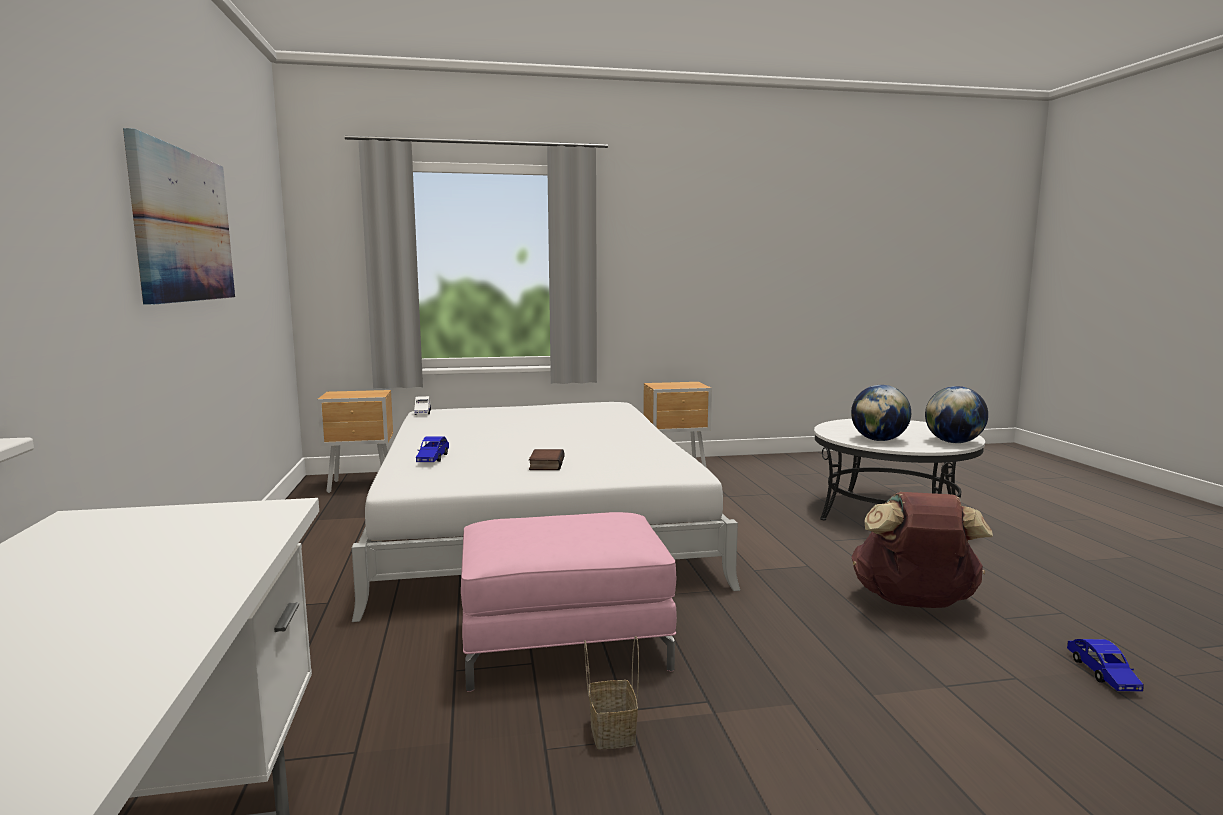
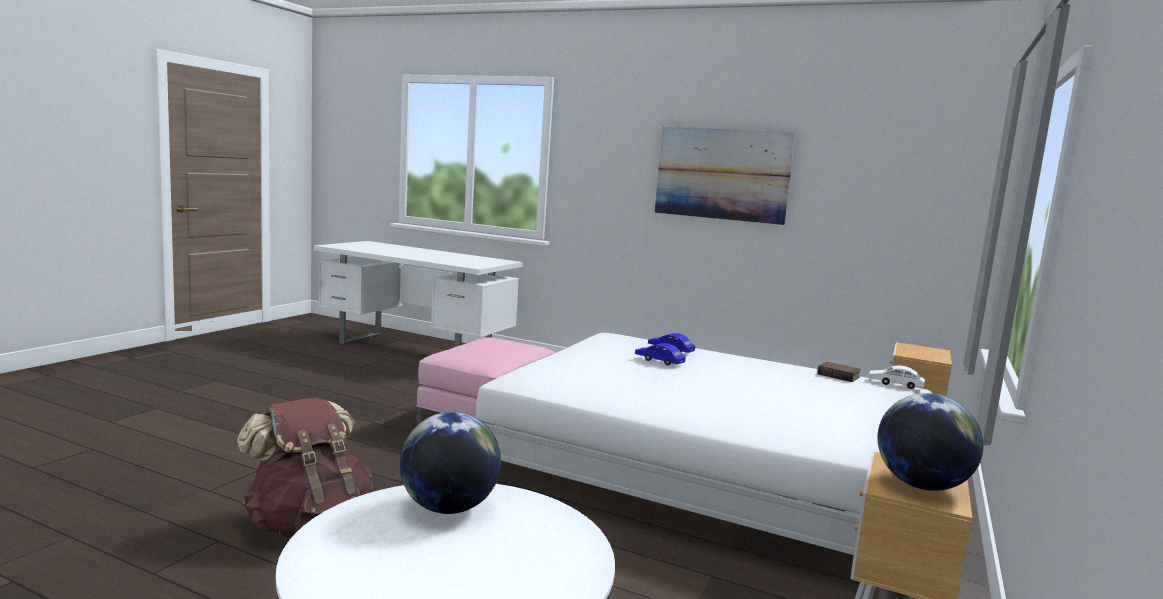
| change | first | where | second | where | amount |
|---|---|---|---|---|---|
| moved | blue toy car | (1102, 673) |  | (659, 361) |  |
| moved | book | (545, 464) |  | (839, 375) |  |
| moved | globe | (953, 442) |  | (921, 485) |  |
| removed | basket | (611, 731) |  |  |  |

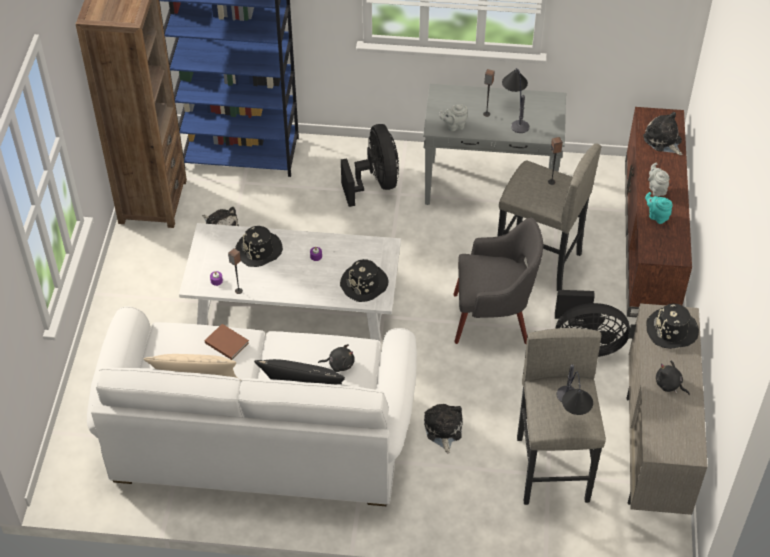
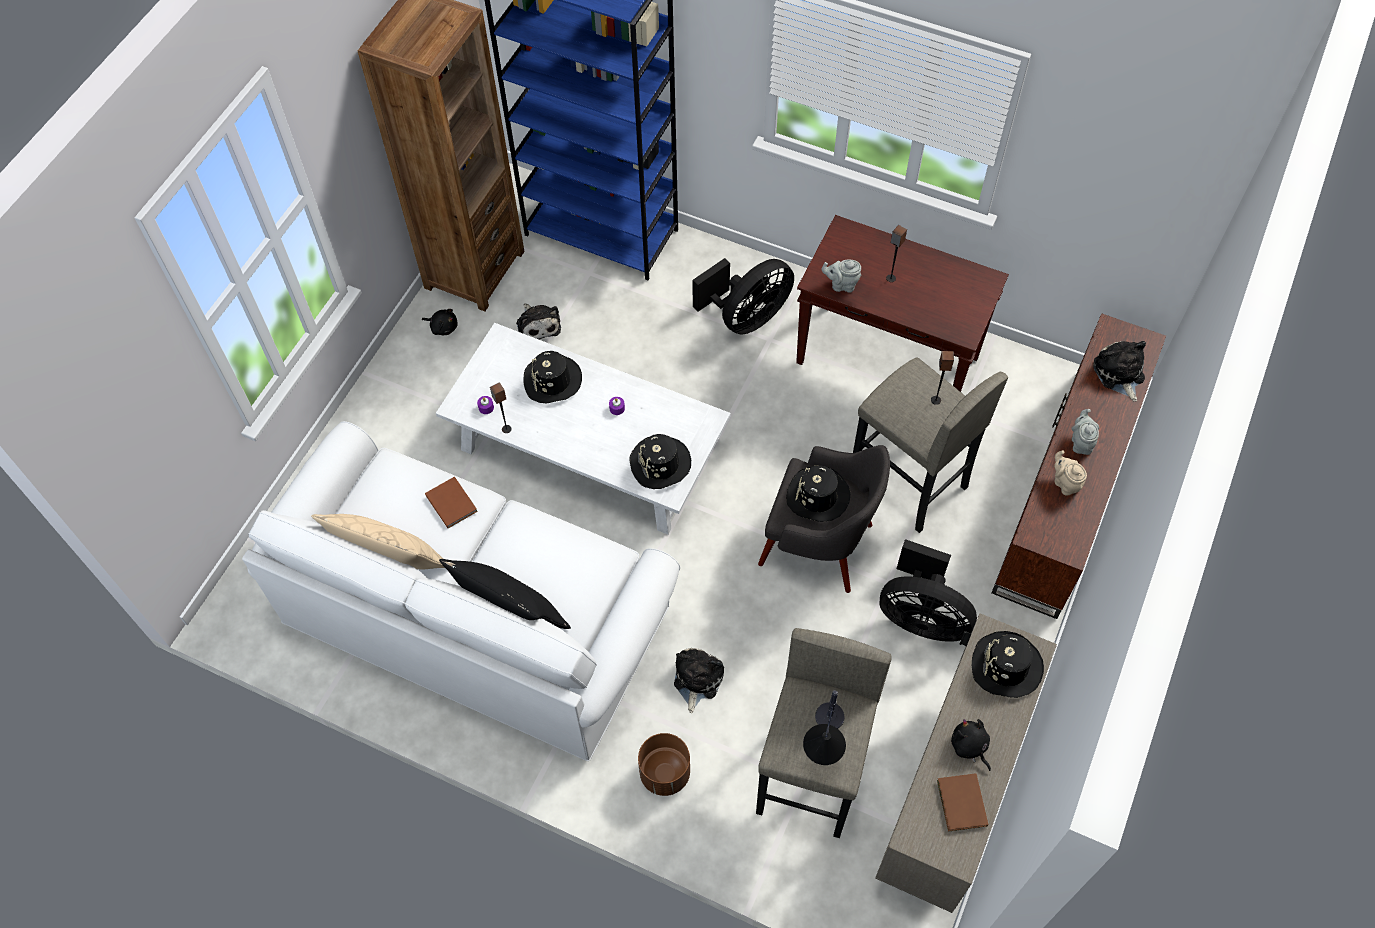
| change | first | where | second | where | amount |
|---|---|---|---|---|---|
| moved | black plush toy | (339, 364) |  | (443, 327) |  |
| added |  |  | brown planter | (664, 773) |  |
| turned | black fan | (375, 183) |  | (747, 317) | 45 degrees clockwise |
| added |  |  | black hat | (817, 496) |  |
| recoloured | grey console table | (490, 186) | brown console table | (889, 360) |  |
| added |  |  | brown book | (961, 804) |  |
| recoloured | turquoise teapot | (657, 216) | beige teapot | (1065, 483) |  |
| removed | table lamp | (515, 114) |  |  |  |

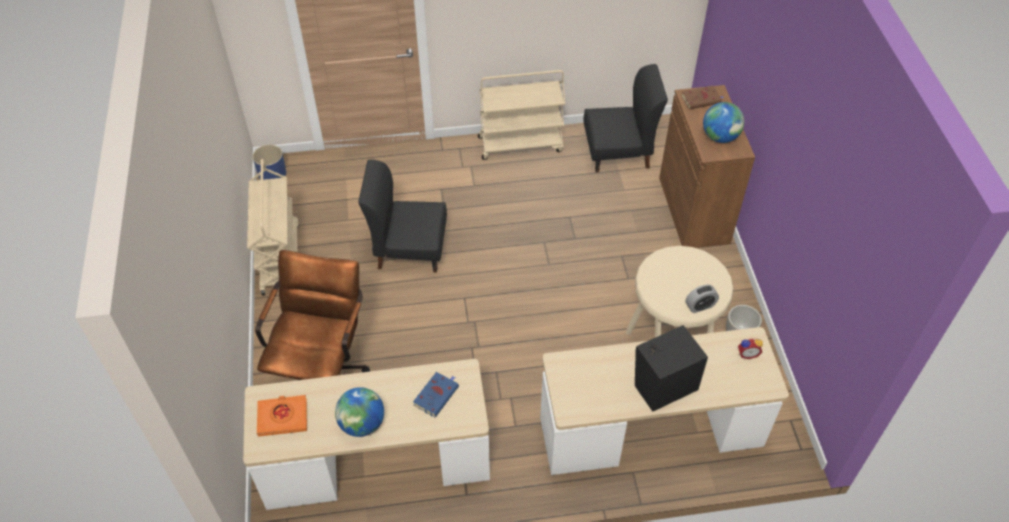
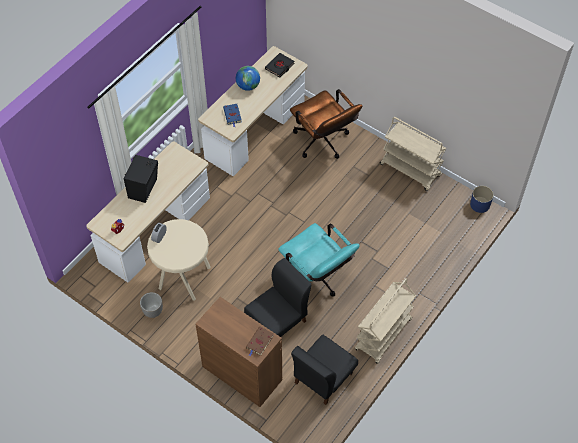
| change | first | where | second | where | amount |
|---|---|---|---|---|---|
| moved | black chair | (409, 249) |  | (278, 321) |  |
| recoloured | orange book | (283, 417) | black book | (279, 66) |  |
| added |  |  | turquoise office chair | (316, 279) |  |
| removed | globe | (720, 137) |  |  |  |

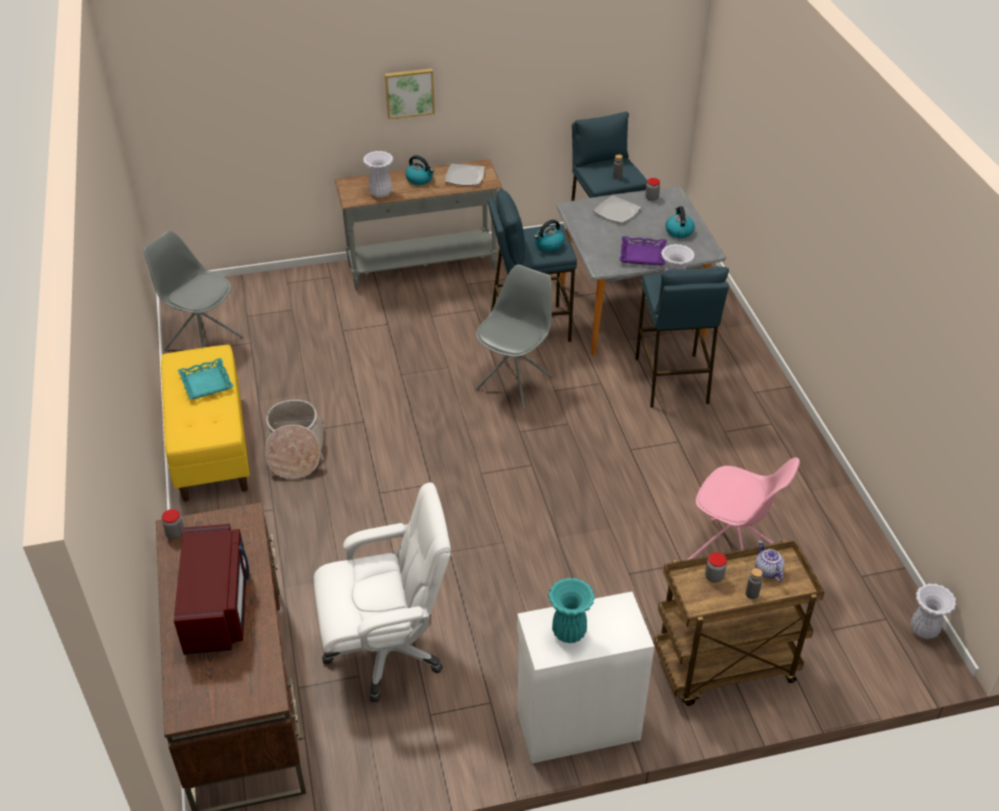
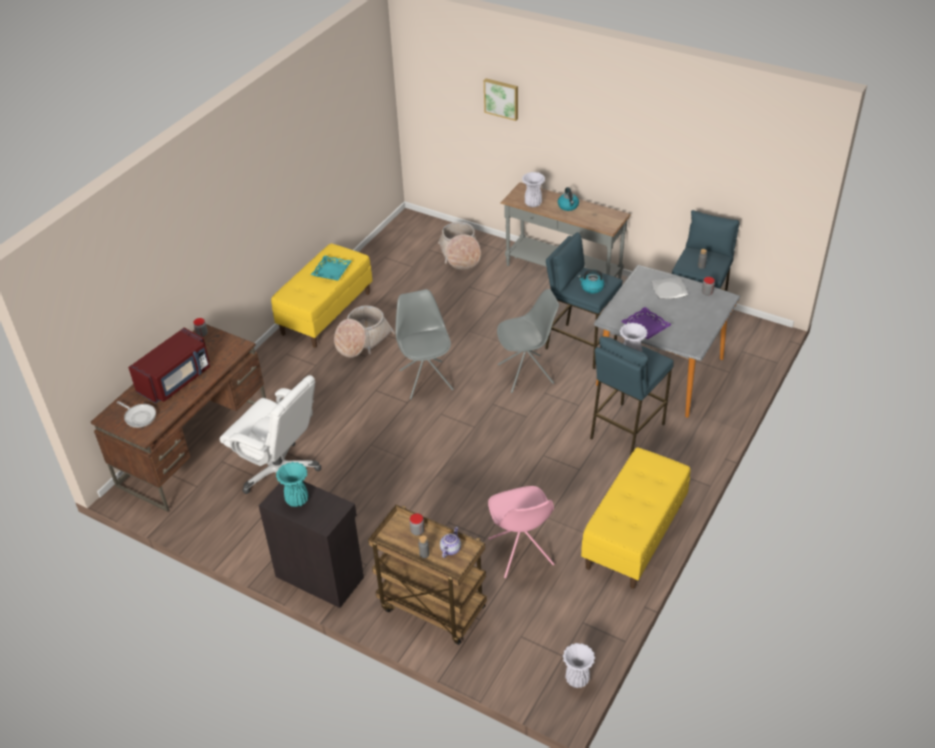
| change | first | where | second | where | amount |
|---|---|---|---|---|---|
| added |  |  | frying pan | (139, 416) |  |
| recoloured | white cabinet | (576, 724) | black cabinet | (320, 575) |  |
| moved | grey chair | (203, 342) |  | (426, 379) |  |
| added |  |  | basket | (460, 254) |  |
| moved | picture | (409, 92) |  | (501, 98) |  |
| added |  |  | yellow bench | (634, 536) |  |
| removed | plate | (464, 177) |  |  |  |
| removed | kettle | (679, 231) |  |  |  |

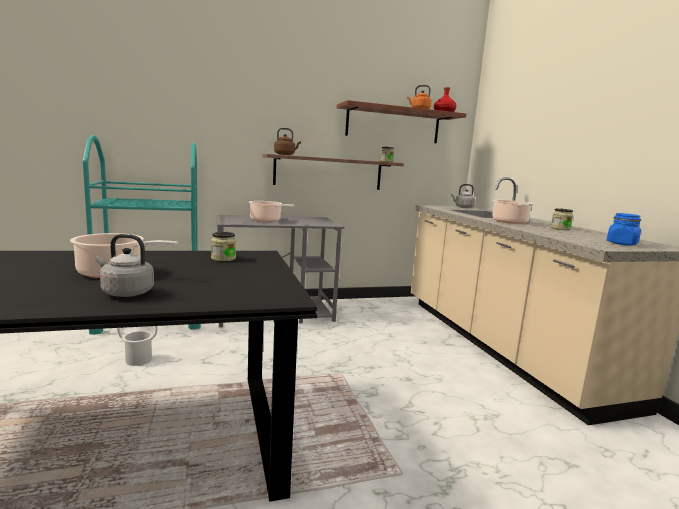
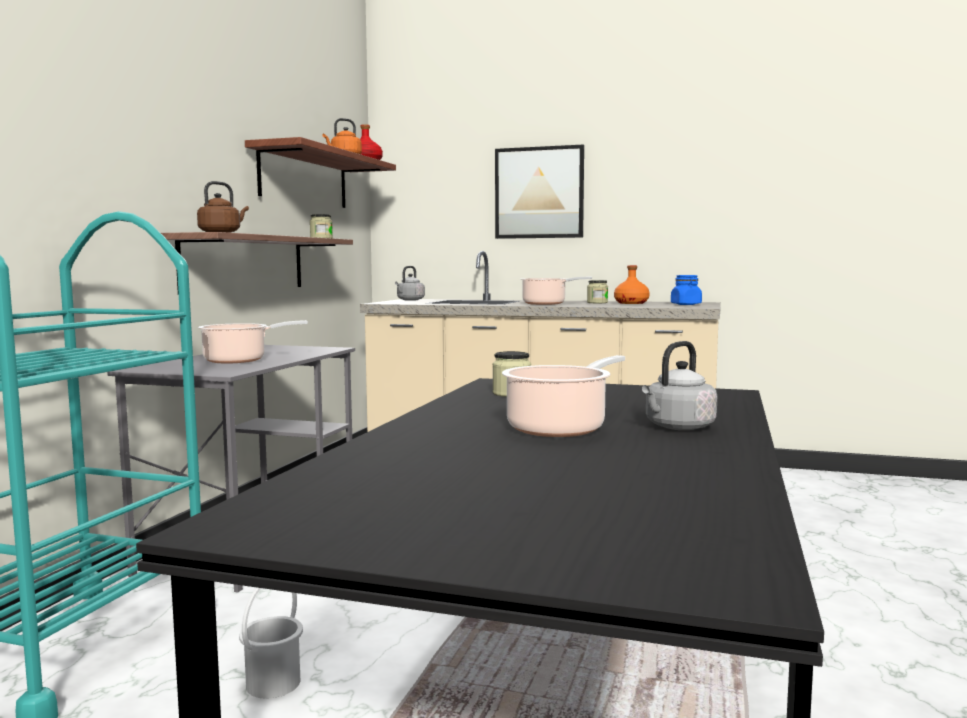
| change | first | where | second | where | amount |
|---|---|---|---|---|---|
| added |  |  | picture | (539, 193) |  |
| added |  |  | orange bottle | (631, 303) |  |

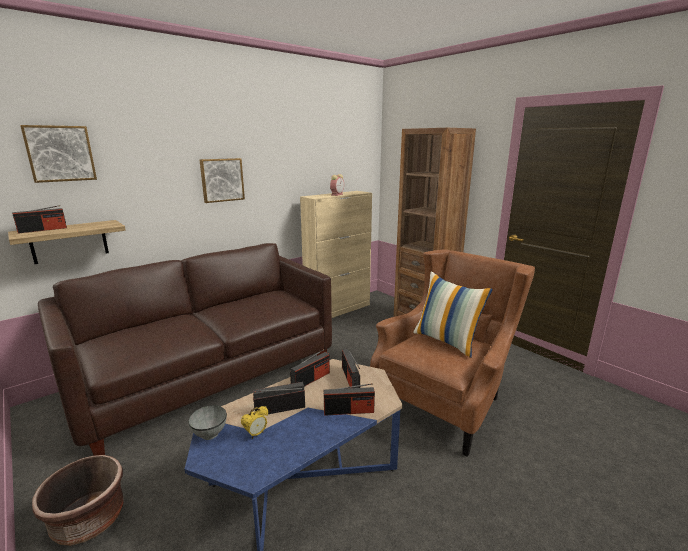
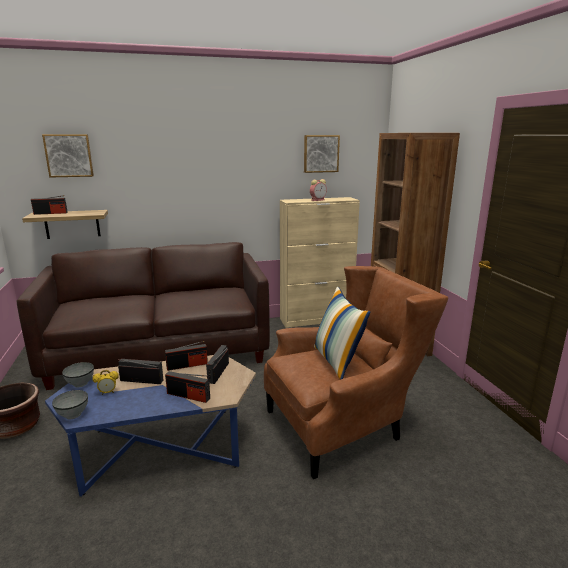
| change | first | where | second | where | amount |
|---|---|---|---|---|---|
| added |  |  | grey bowl | (73, 414) |  |
| moved | picture | (222, 180) |  | (320, 153) |  |

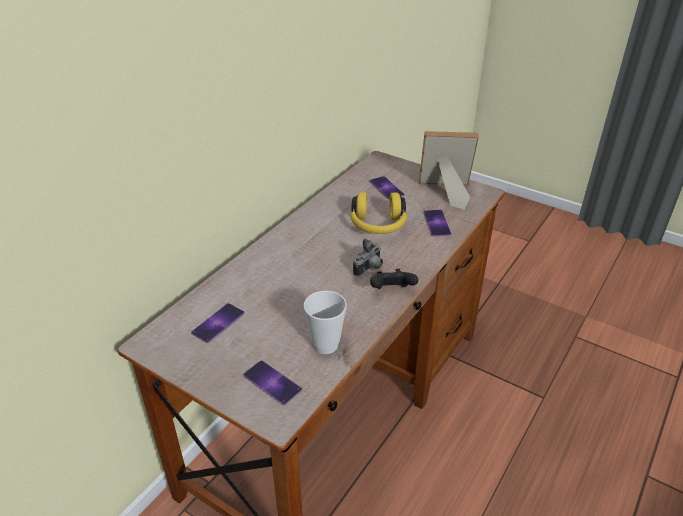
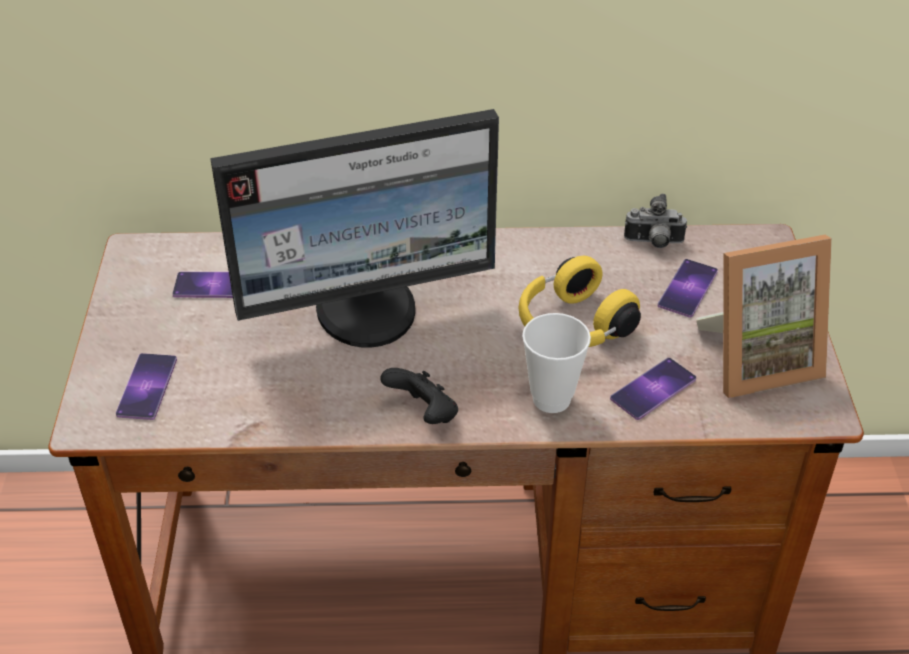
| change | first | where | second | where | amount |
|---|---|---|---|---|---|
| added |  |  | monitor | (368, 311) |  |
| moved | cup | (326, 345) |  | (551, 399) |  |
| moved | photo camera | (369, 269) |  | (653, 243) |  |
| turned | picture frame | (444, 193) |  | (756, 360) | 105 degrees clockwise |

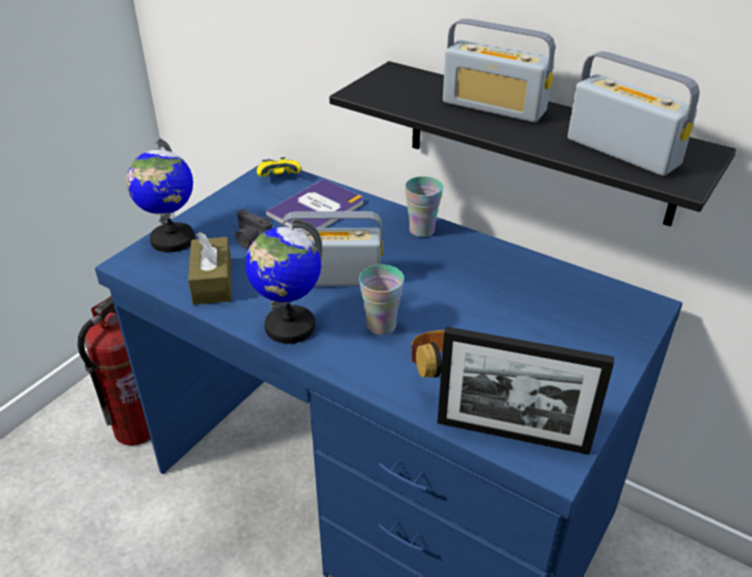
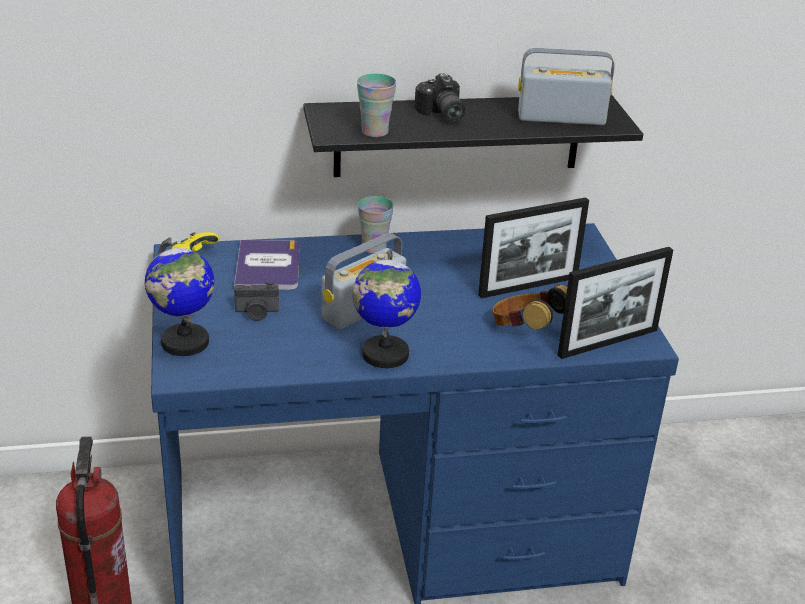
| change | first | where | second | where | amount |
|---|---|---|---|---|---|
| moved | cup | (381, 325) |  | (375, 132) |  |
| replaced | radio | (494, 107) | photo camera | (441, 114) |  |
| added |  |  | picture frame | (528, 286) |  |
| removed | brown tissue box | (212, 282) |  |  |  |

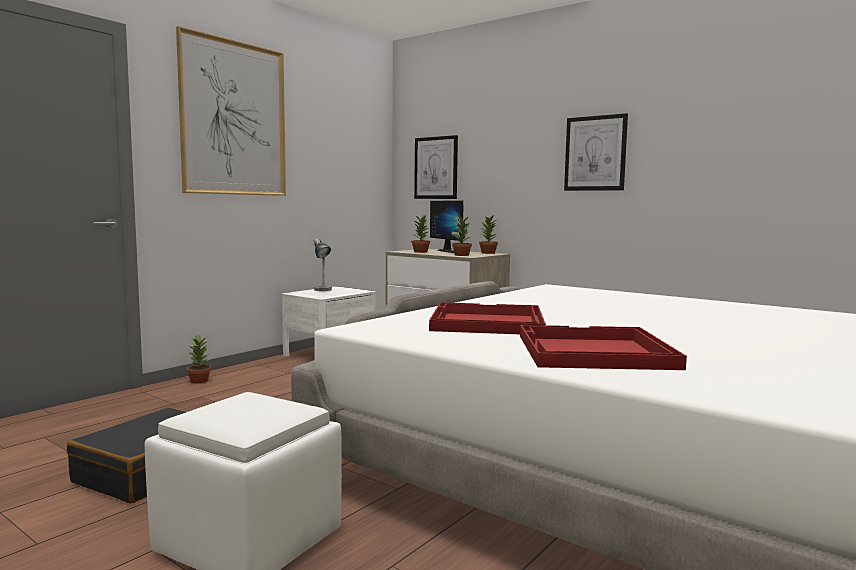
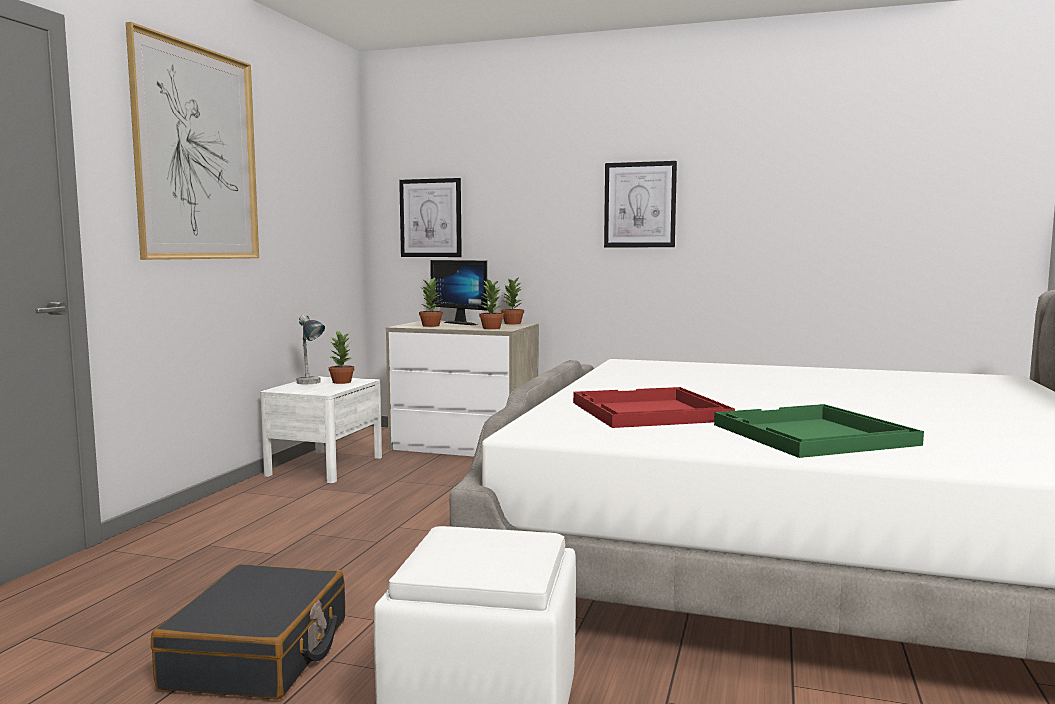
| change | first | where | second | where | amount |
|---|---|---|---|---|---|
| moved | potted plant | (199, 381) |  | (342, 382) |  |
| recoloured | red tray | (592, 351) | green tray | (812, 435) |  |

